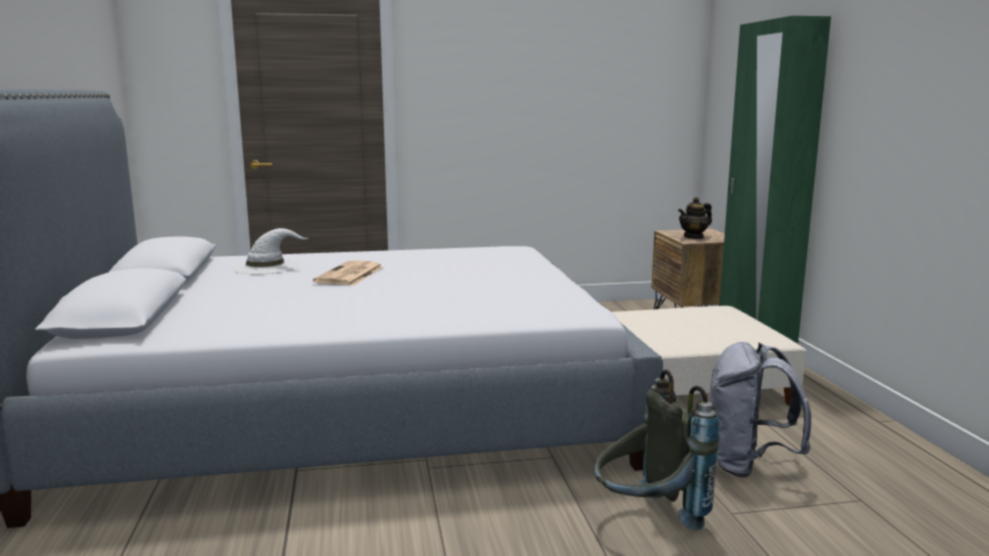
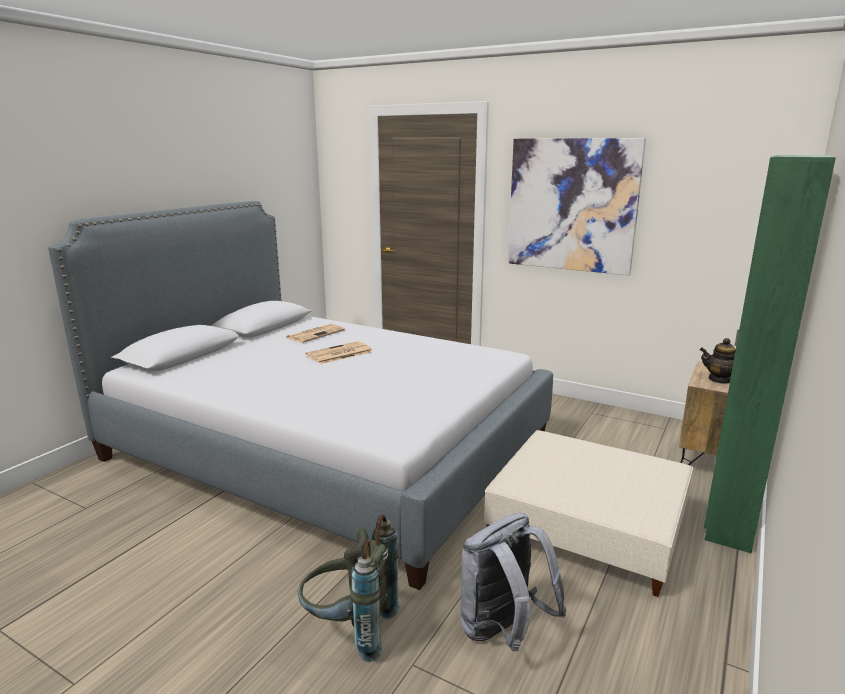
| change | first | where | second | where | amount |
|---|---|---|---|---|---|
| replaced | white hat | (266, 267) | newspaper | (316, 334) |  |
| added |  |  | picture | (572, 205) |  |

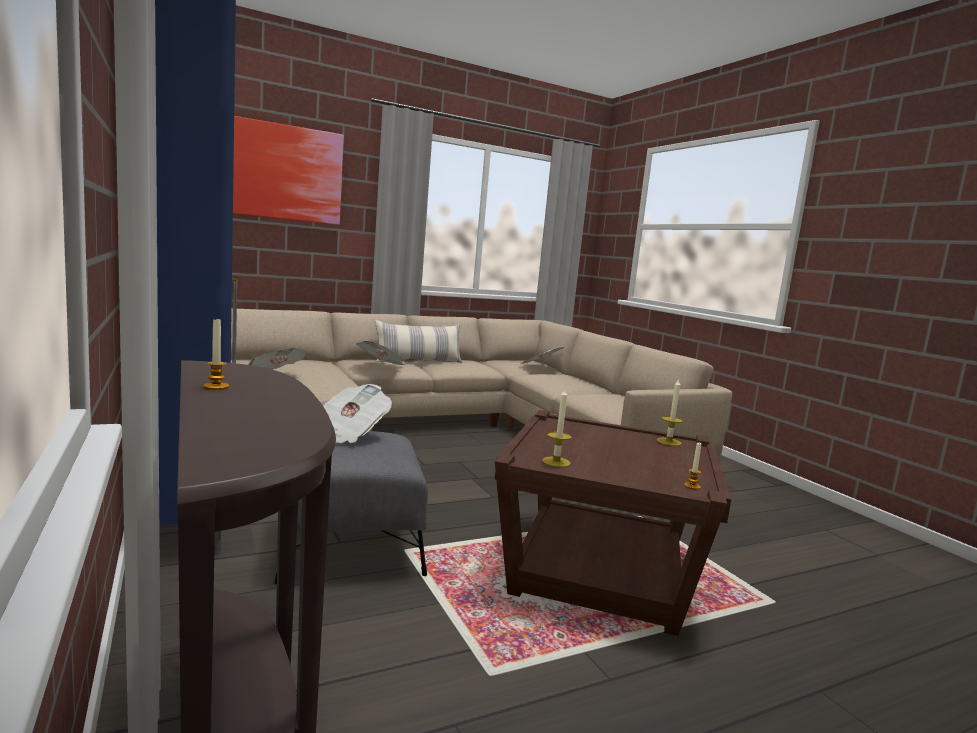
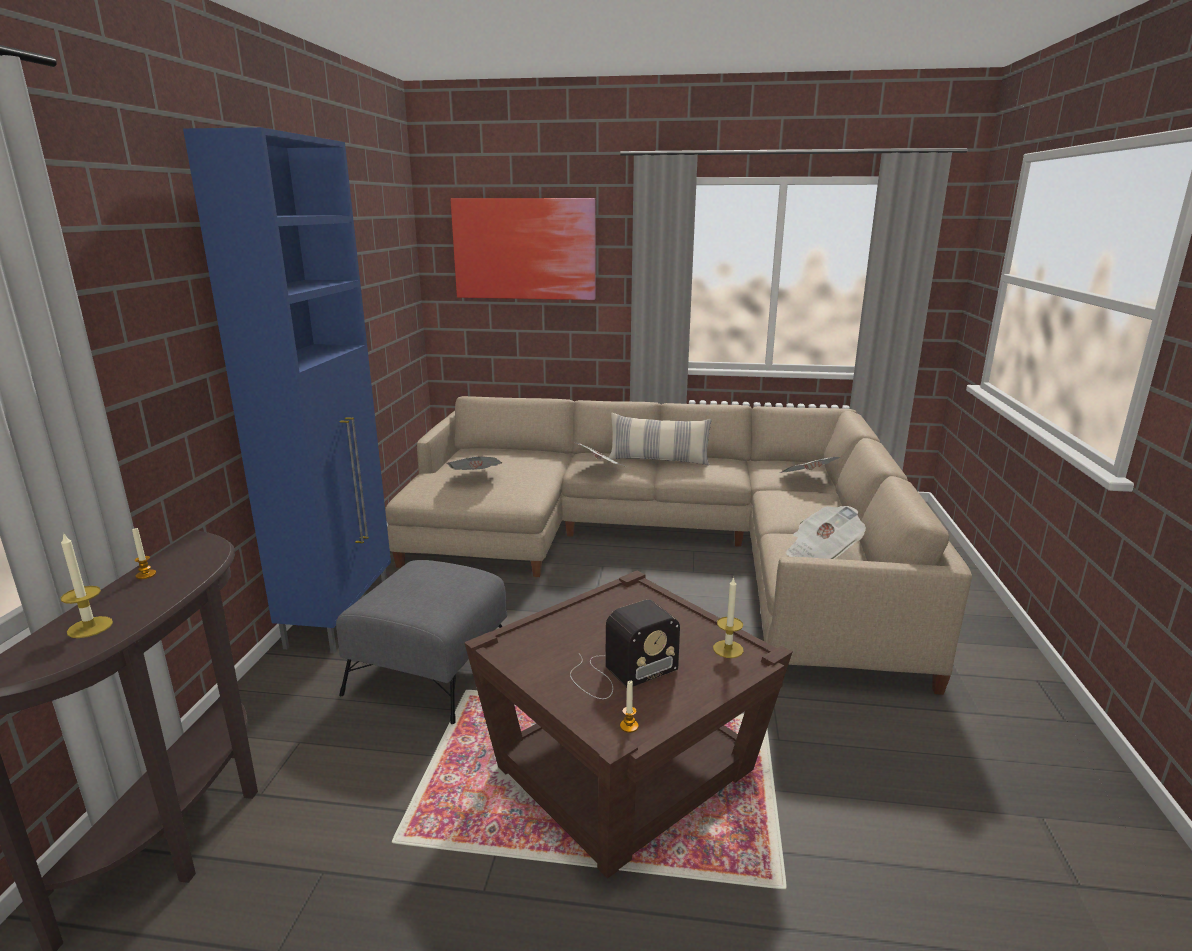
| change | first | where | second | where | amount |
|---|---|---|---|---|---|
| moved | candle | (556, 462) |  | (90, 627) |  |
| added |  |  | radio | (619, 672) |  |
| moved | newspaper | (347, 434) |  | (821, 552) |  |

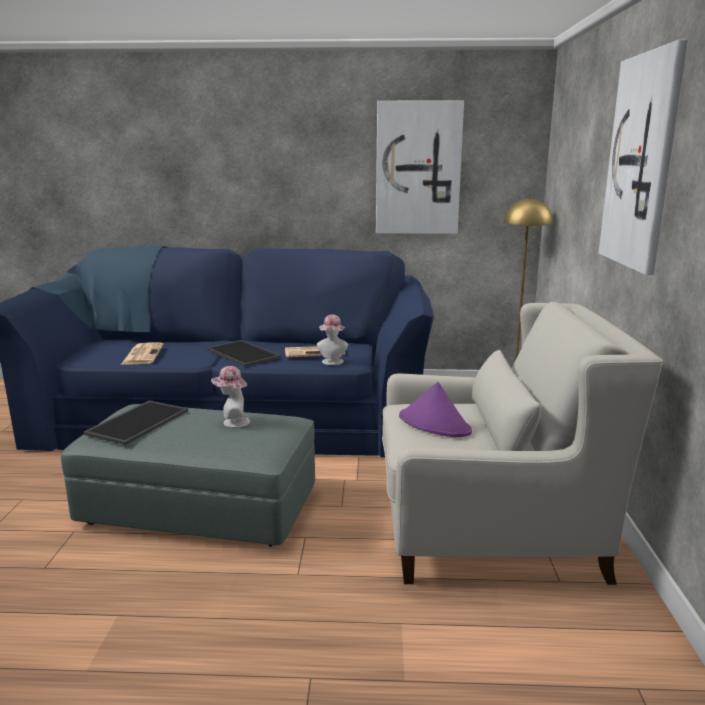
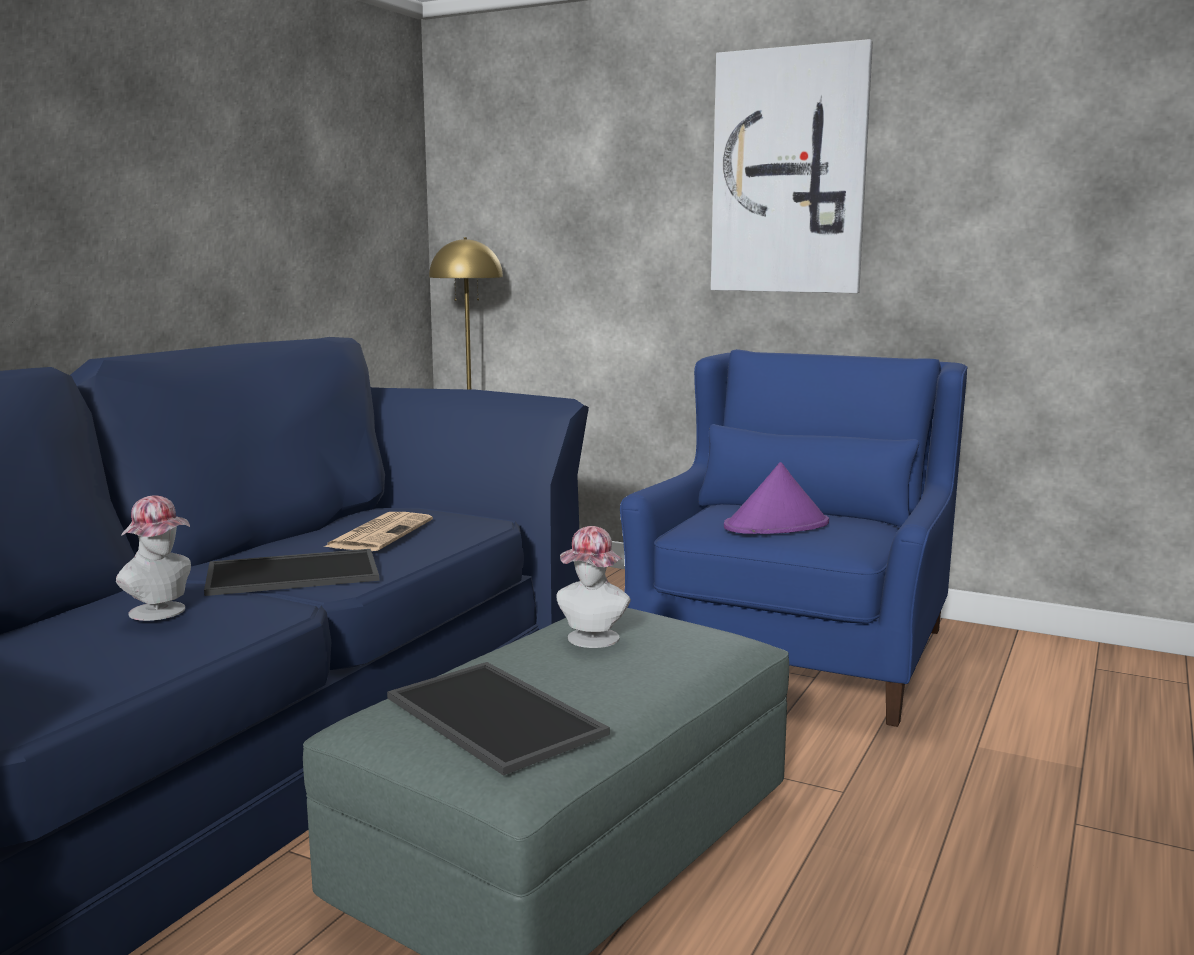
| change | first | where | second | where | amount |
|---|---|---|---|---|---|
| moved | hat | (332, 362) |  | (163, 612) |  |
| recoloured | white armchair | (488, 527) | blue armchair | (795, 653) |  |
| removed | newspaper | (142, 354) |  |  |  |
| removed | picture | (418, 169) |  |  |  |

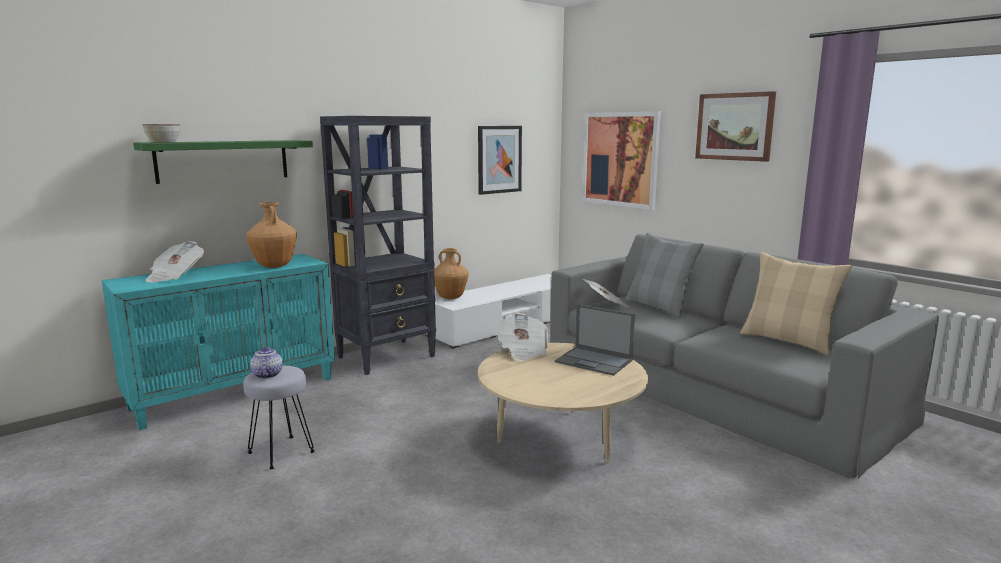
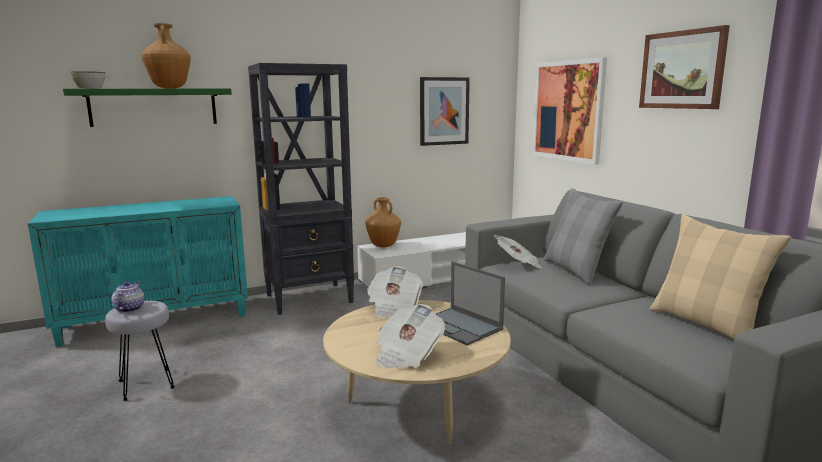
| change | first | where | second | where | amount |
|---|---|---|---|---|---|
| moved | brown vase | (274, 266) |  | (170, 88) |  |
| moved | newspaper | (175, 276) |  | (407, 355) |  |

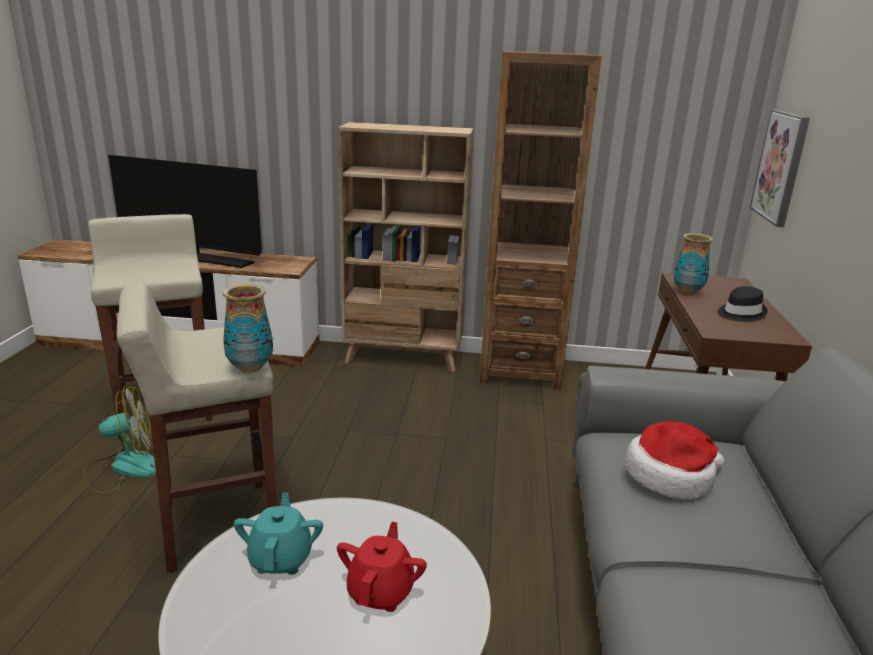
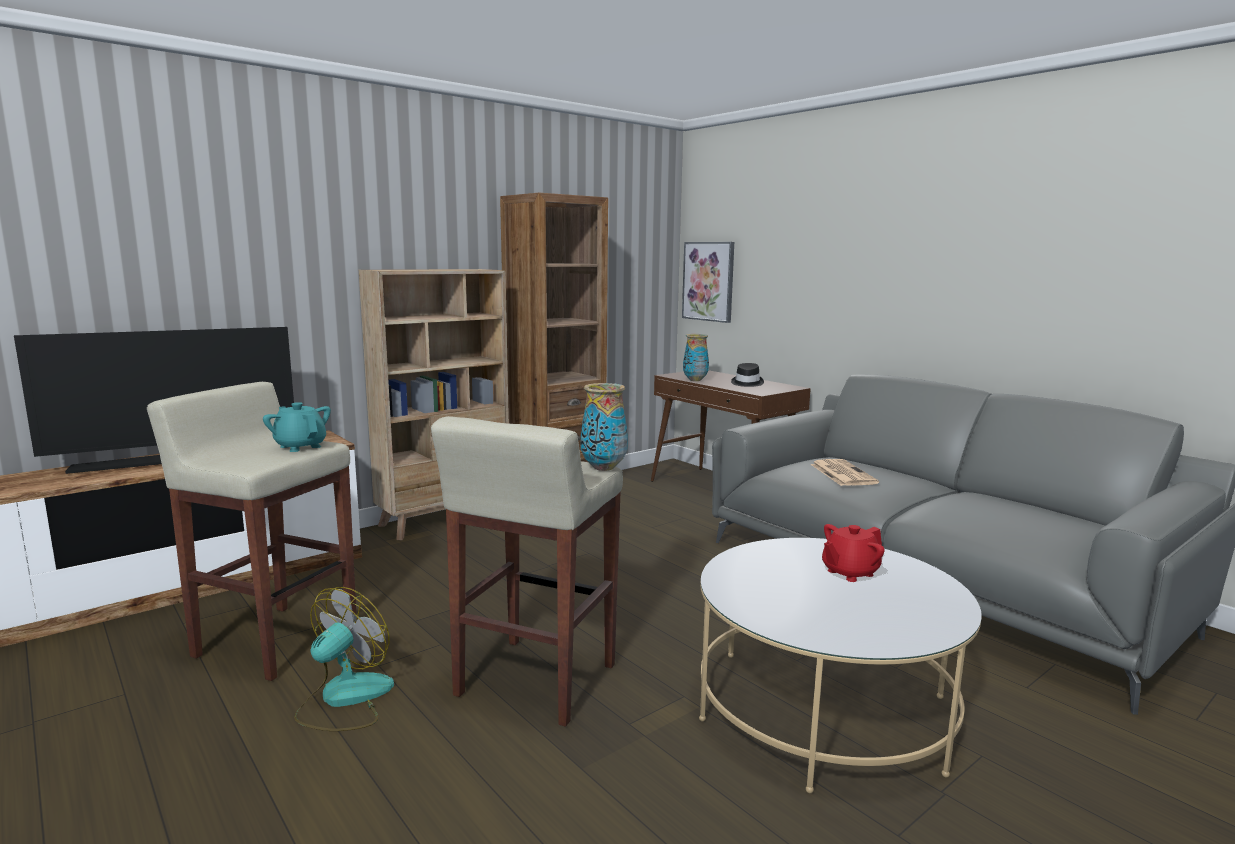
| change | first | where | second | where | amount |
|---|---|---|---|---|---|
| moved | turquoise teapot | (281, 559) |  | (300, 446) |  |
| replaced | hat | (670, 476) | newspaper | (842, 473) |  |
| turned | red teapot | (381, 592) |  | (849, 572) | 90 degrees counterclockwise |

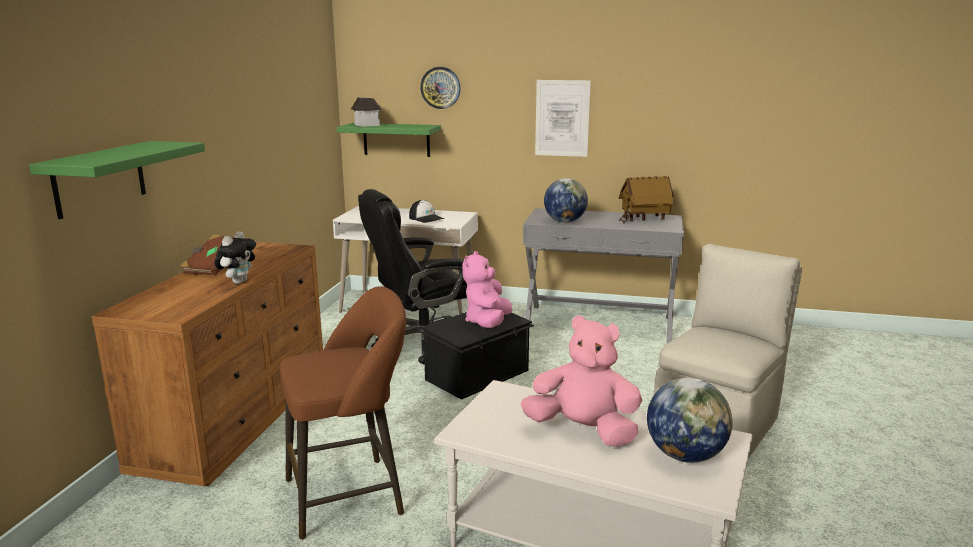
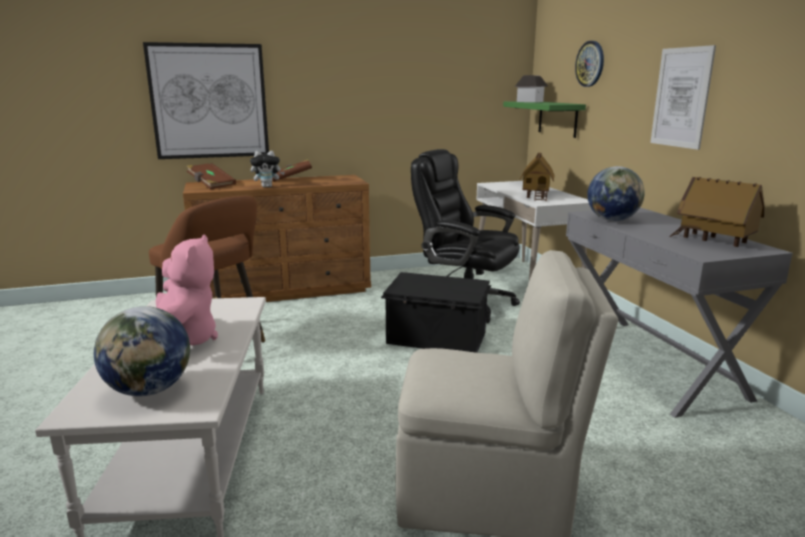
| change | first | where | second | where | amount |
|---|---|---|---|---|---|
| replaced | green shelf | (100, 178) | picture | (209, 101) |  |
| added |  |  | brown book | (211, 185) |  |
| replaced | cap | (426, 218) | toy house | (536, 196) |  |
| removed | pink plush toy | (487, 323) |  |  |  |

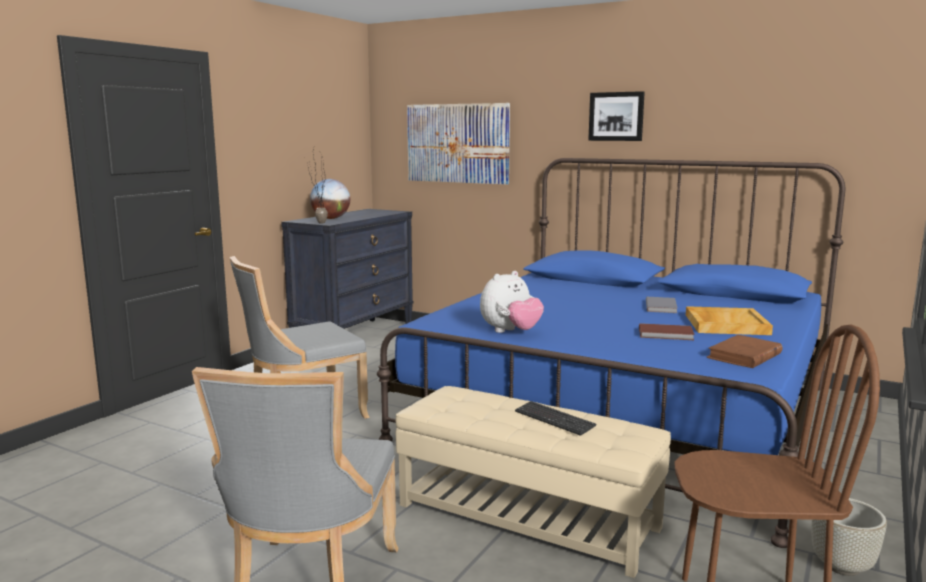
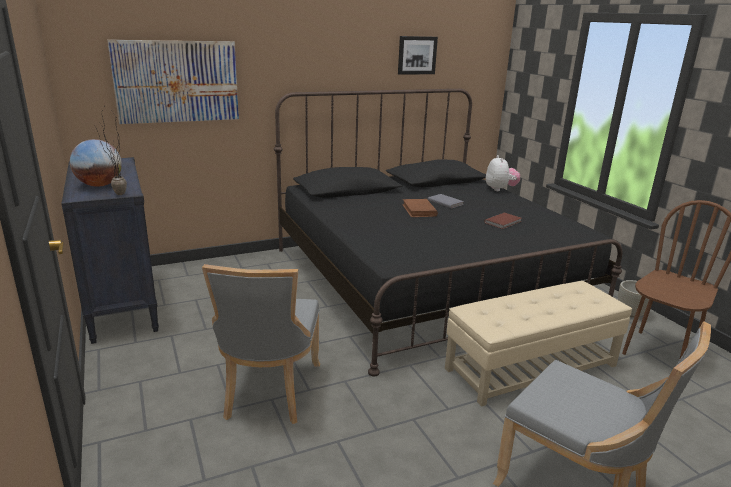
| change | first | where | second | where | amount |
|---|---|---|---|---|---|
| recoloured | blue bed | (622, 413) | black bed | (426, 280) |  |
| moved | picture | (616, 116) |  | (417, 55) |  |
| moved | brown book | (744, 356) |  | (419, 210) |  |
| moved | plush toy | (510, 332) |  | (500, 189) |  |
| removed | keyboard | (554, 419) |  |  |  |
| removed | beige tray | (725, 324) |  |  |  |

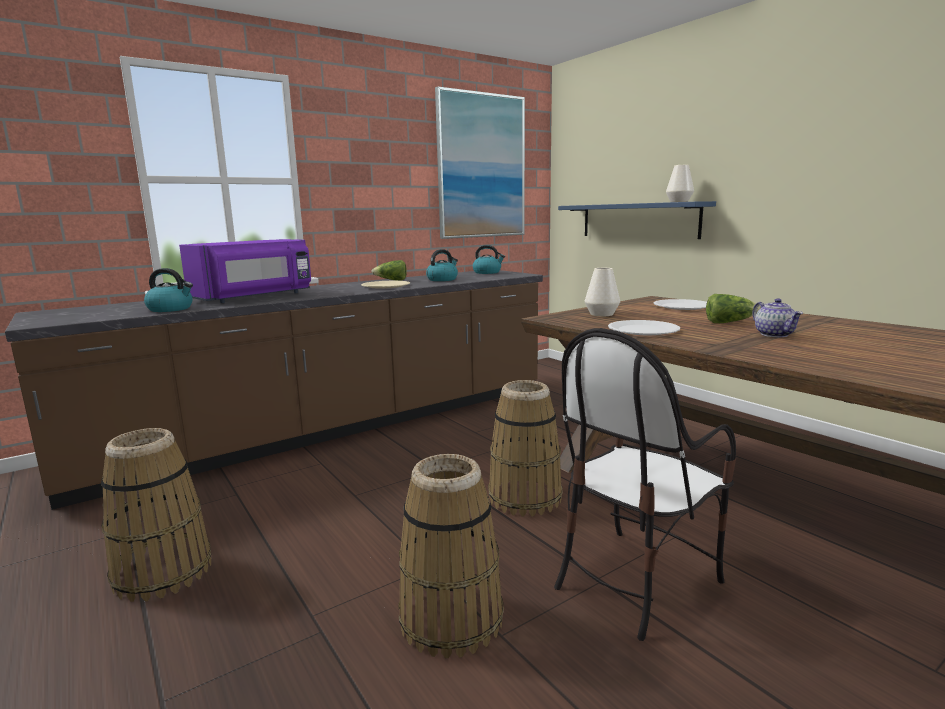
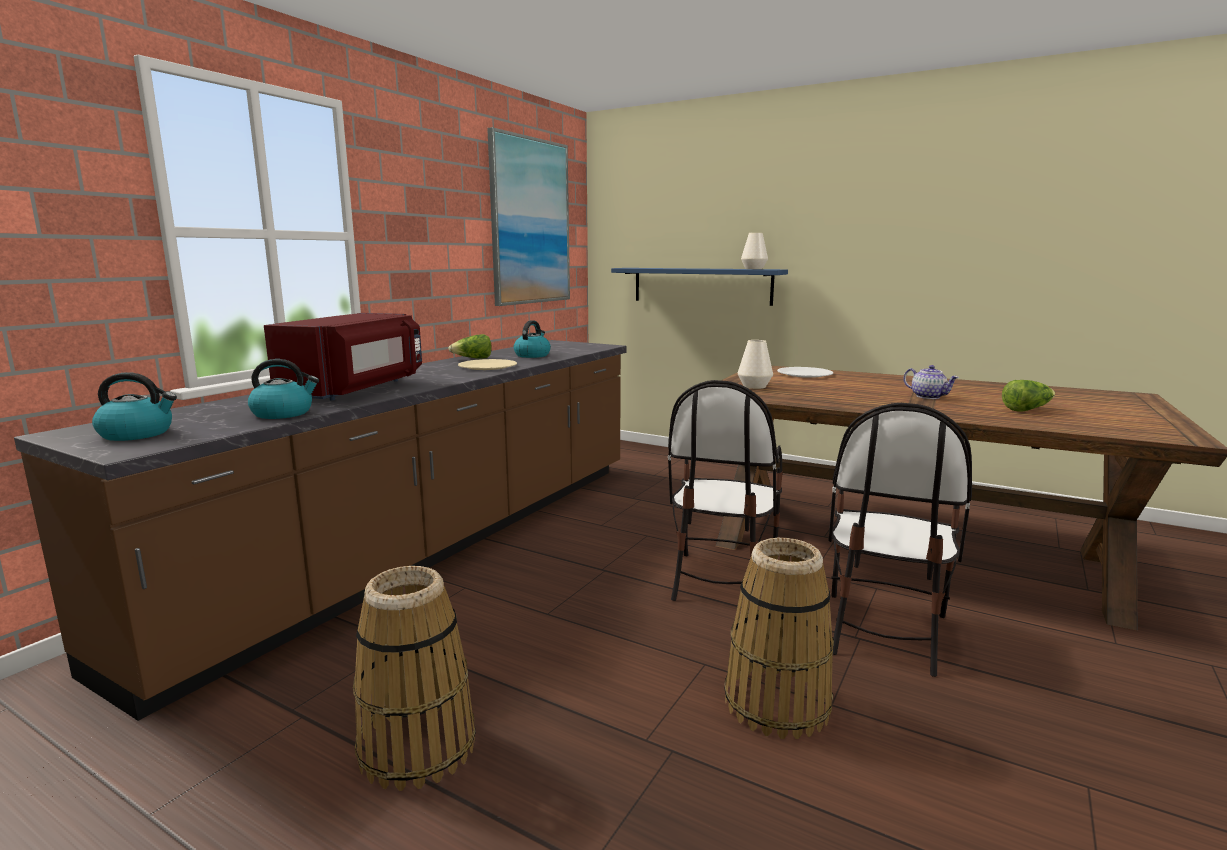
| change | first | where | second | where | amount |
|---|---|---|---|---|---|
| moved | kettle | (487, 272) |  | (138, 434) |  |
| recoloured | purple microwave | (255, 297) | red microwave | (356, 390) |  |
| replaced | basket | (524, 497) | chair | (720, 581) |  |
| moved | lettuce | (729, 322) |  | (1026, 409) |  |
| removed | white plate | (643, 330) |  |  |  |

